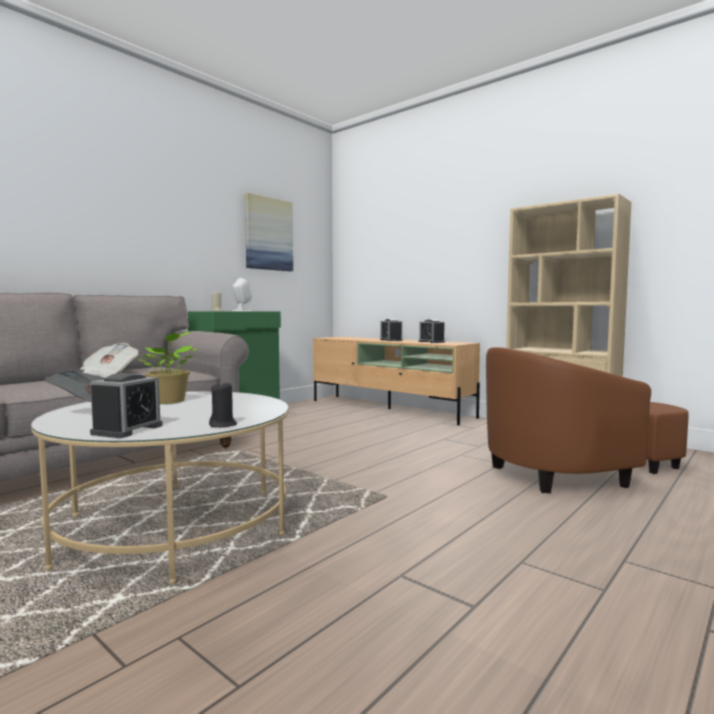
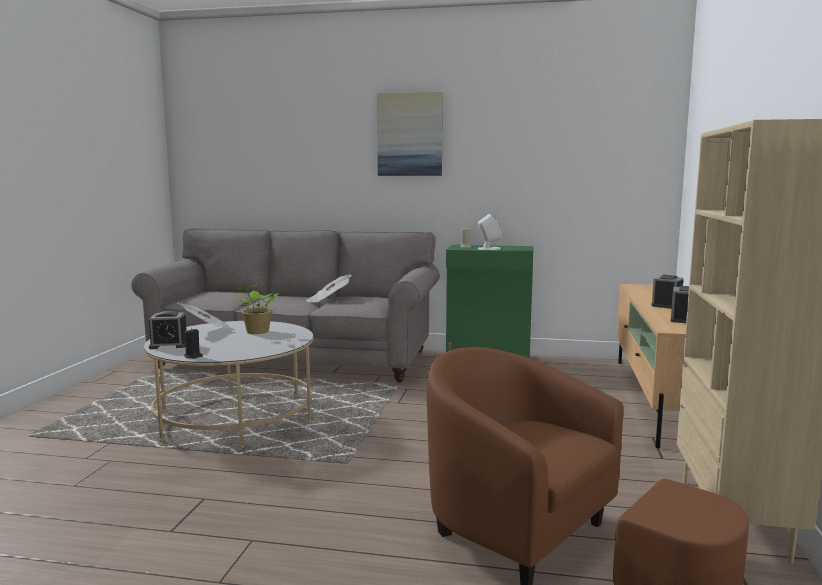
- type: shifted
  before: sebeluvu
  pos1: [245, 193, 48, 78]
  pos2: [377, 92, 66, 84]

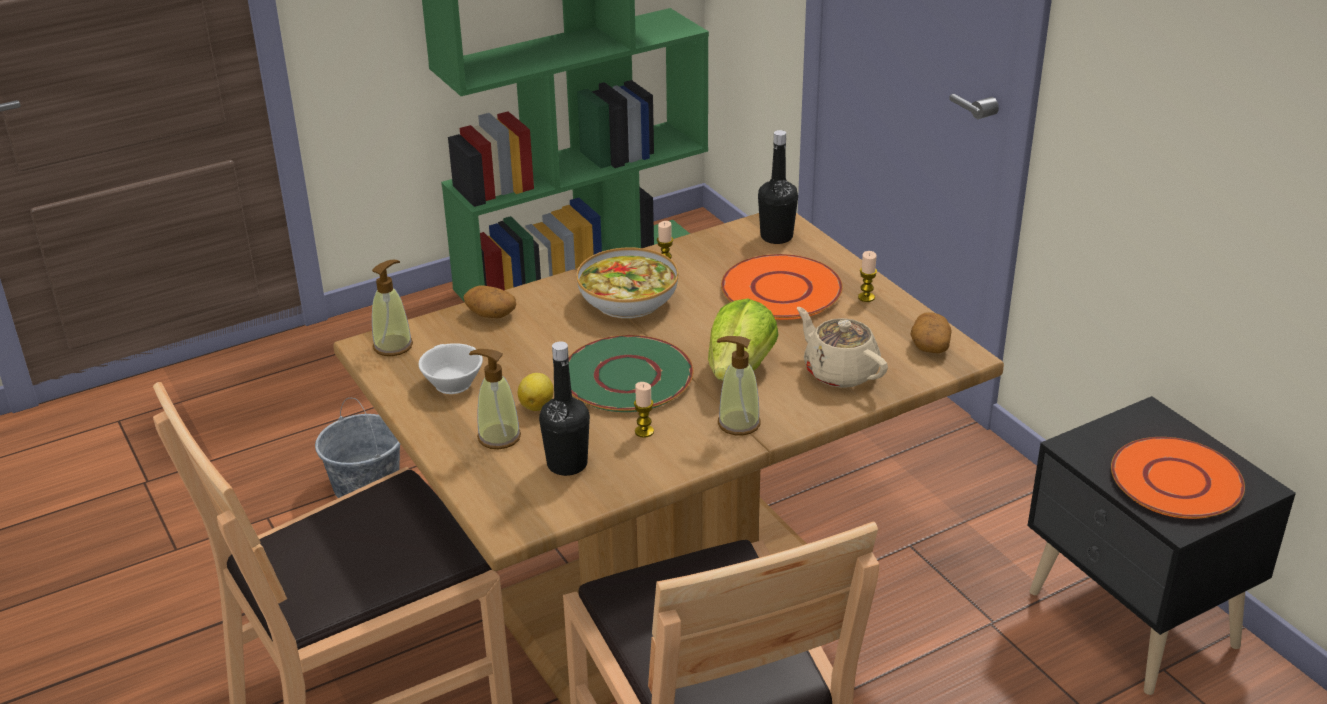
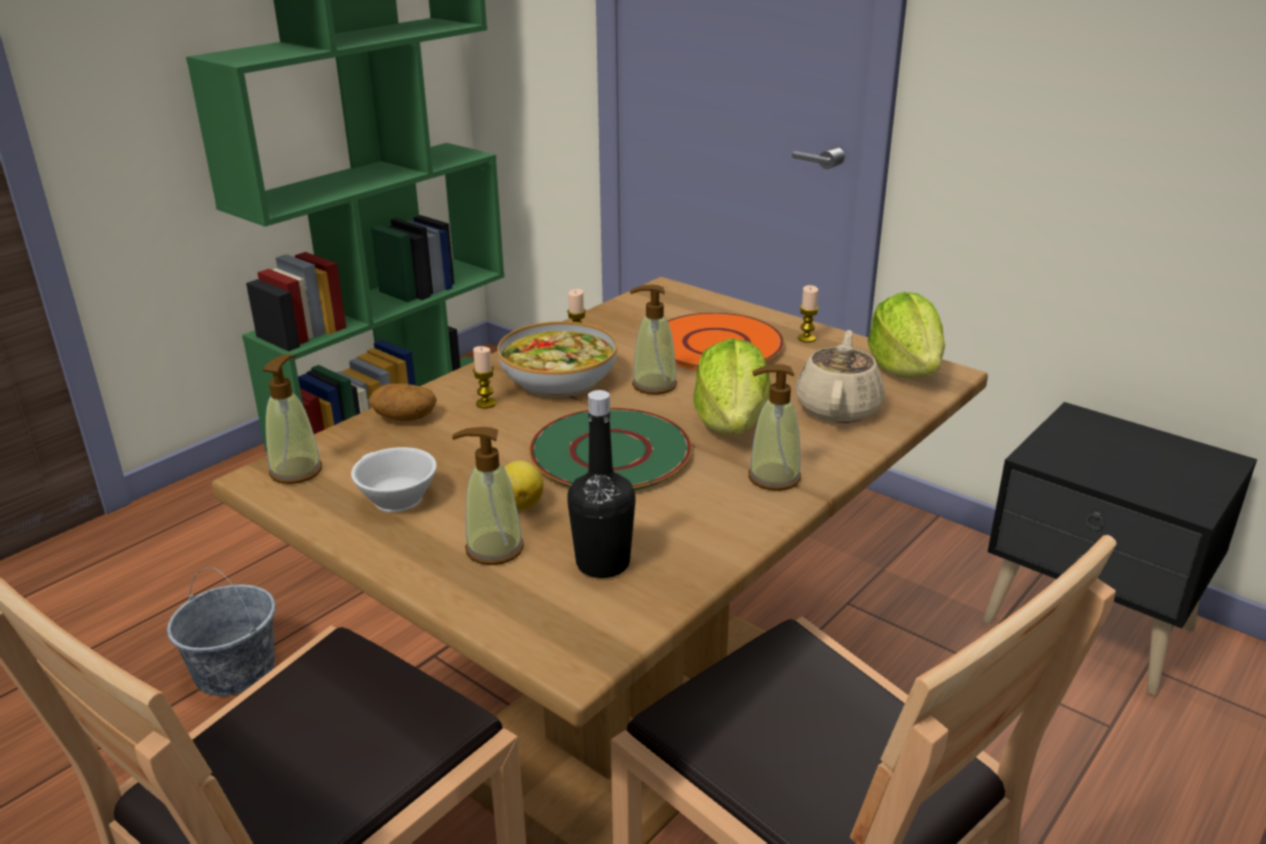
- type: shifted
  before: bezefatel
  pos1: [634, 382, 20, 56]
  pos2: [473, 346, 23, 63]
- type: new
  after: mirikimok
  pos2: [630, 285, 47, 110]
- type: rotated
  before: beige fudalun
  pos1: [797, 307, 91, 81]
  pos2: [796, 330, 89, 93]
  turn: 75
- type: swapped
  before: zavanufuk
  after: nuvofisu
  pos1: [910, 312, 42, 41]
  pos2: [868, 292, 77, 86]
- type: gone
  before: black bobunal
  pos1: [758, 130, 40, 114]
- type: gone
  before: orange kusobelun
  pos1: [1111, 437, 134, 82]

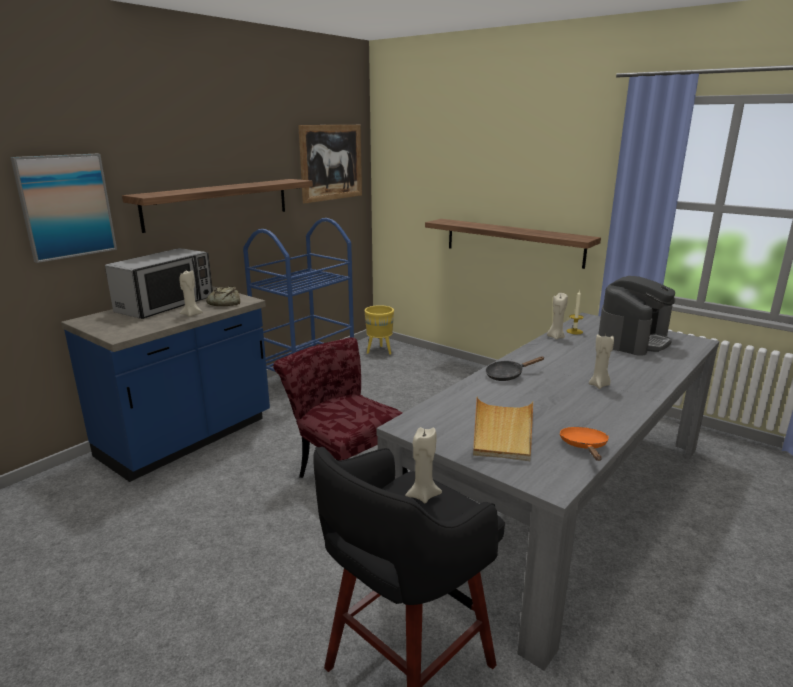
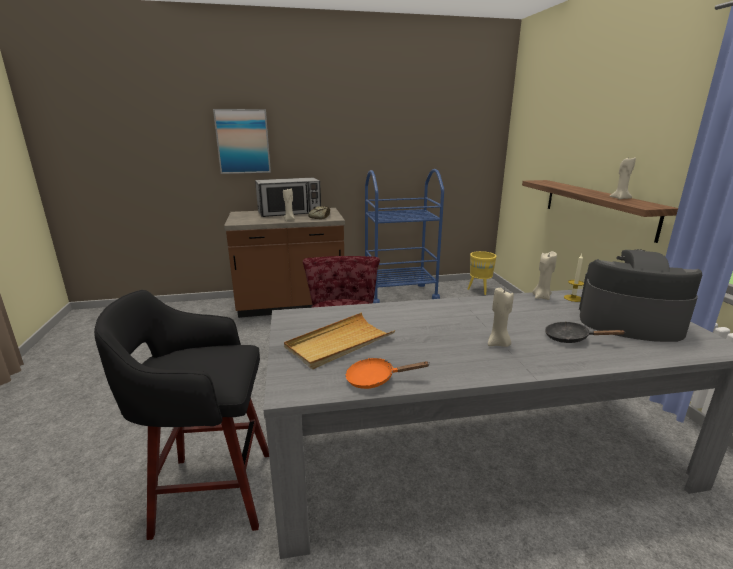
- type: repainted
  before: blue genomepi
  after: brown genomepi
  pos1: [61, 286, 209, 196]
  pos2: [224, 208, 121, 110]
- type: rotated
  before: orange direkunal
  pos1: [560, 427, 49, 34]
  pos2: [345, 358, 84, 31]
  turn: -135
- type: shifted
  before: black direkunal
  pos1: [485, 356, 60, 25]
  pos2: [545, 322, 81, 21]
- type: rotated
  before: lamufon
  pos1: [599, 276, 76, 80]
  pos2: [579, 249, 123, 93]
  turn: -150
- type: shifted
  before: beige bezefatel
  pos1: [405, 427, 37, 76]
  pos2: [610, 157, 26, 43]
- type: gone
  before: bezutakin
  pos1: [122, 179, 191, 54]
- type: gone
  before: sebeluvu
  pos1: [298, 125, 64, 78]

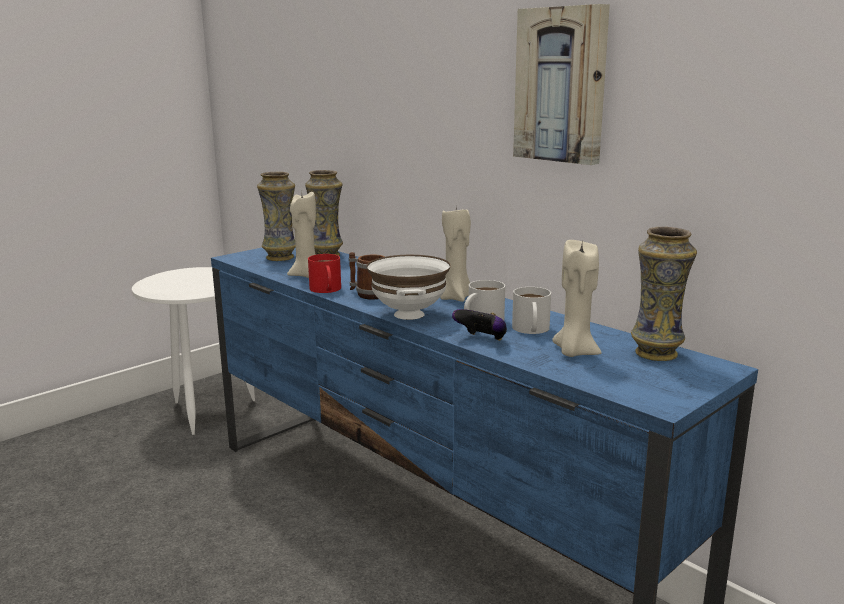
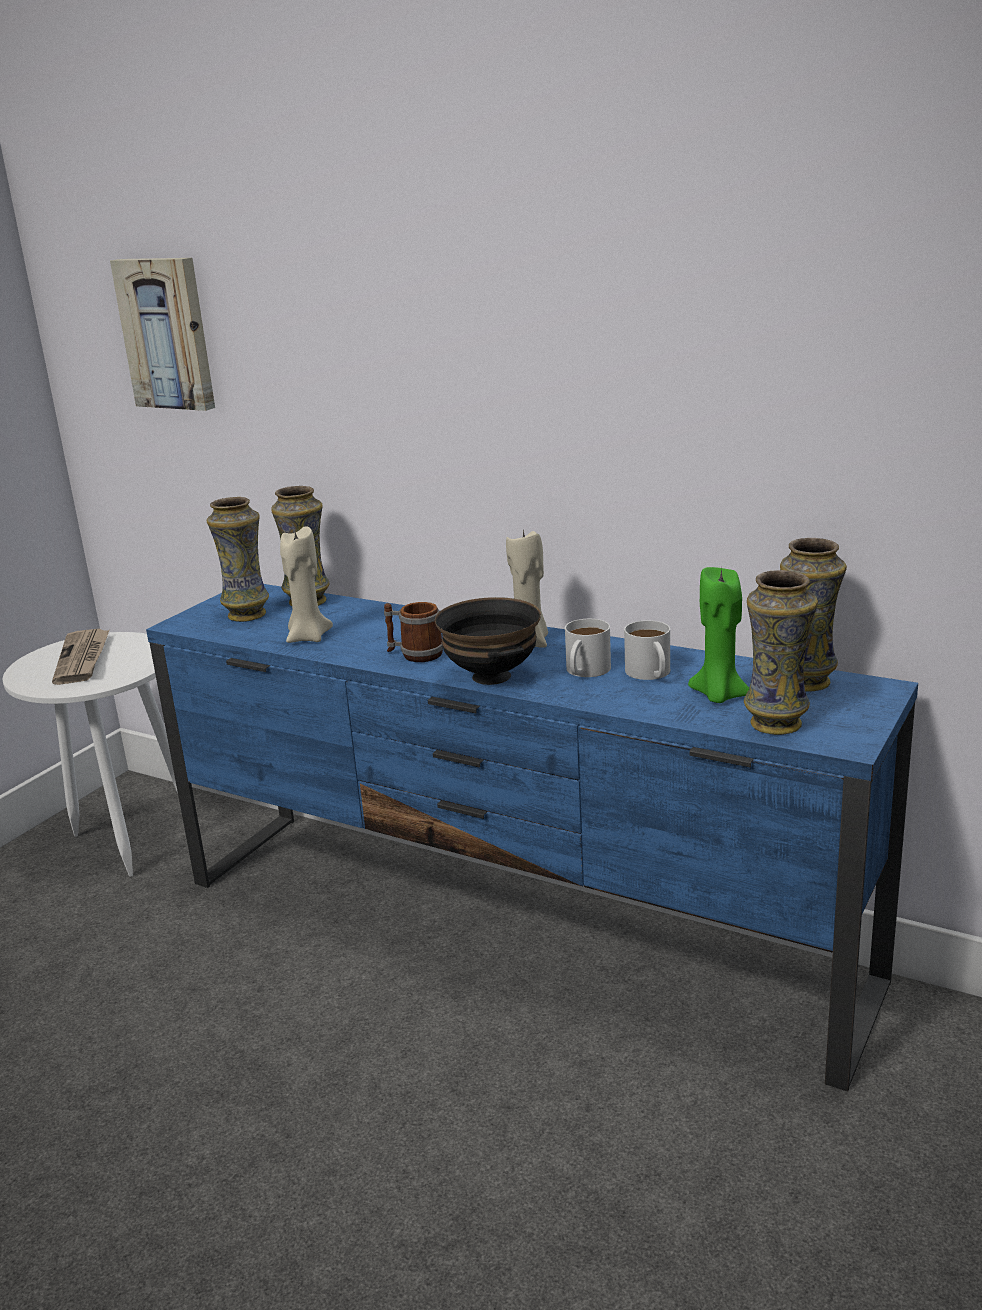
- type: new
  after: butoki
  pos2: [52, 629, 57, 56]
- type: shifted
  before: sebeluvu
  pos1: [513, 4, 97, 161]
  pos2: [110, 258, 105, 153]
- type: repainted
  before: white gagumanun
  after: black gagumanun
  pos1: [367, 255, 84, 65]
  pos2: [435, 597, 106, 88]
- type: repainted
  before: beige bezefatel
  after: green bezefatel
  pos1: [552, 240, 50, 117]
  pos2: [688, 567, 61, 136]
- type: new
  after: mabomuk
  pos2: [744, 570, 74, 165]
- type: gone
  before: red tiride
  pos1: [308, 254, 33, 39]
- type: gone
  before: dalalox
  pos1: [452, 309, 55, 32]

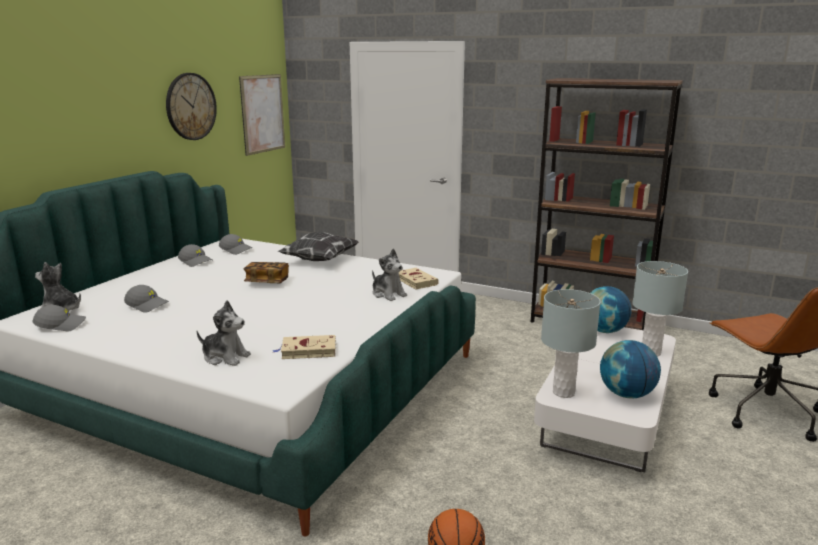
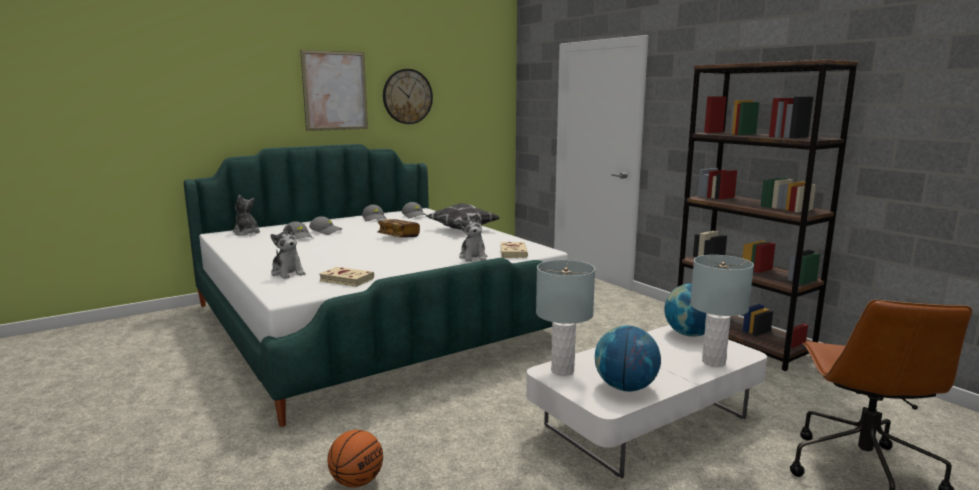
- type: shifted
  before: sebeluvu
  pos1: [239, 74, 46, 82]
  pos2: [300, 50, 68, 81]
- type: shifted
  before: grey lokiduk
  pos1: [32, 305, 54, 26]
  pos2: [309, 216, 34, 19]

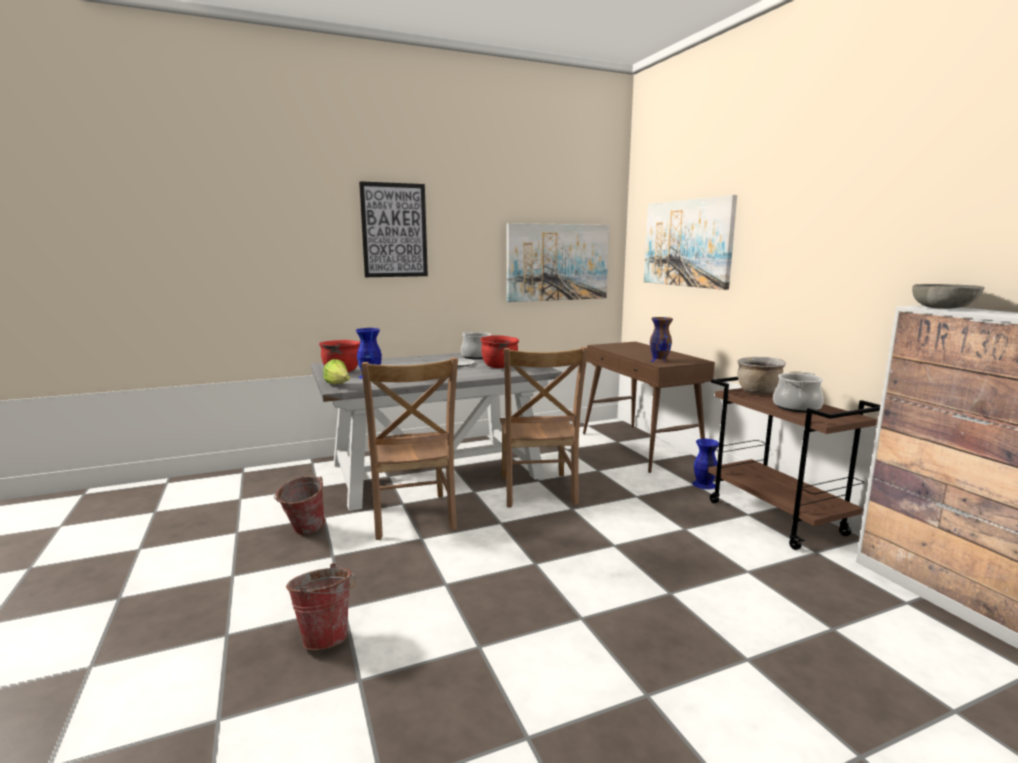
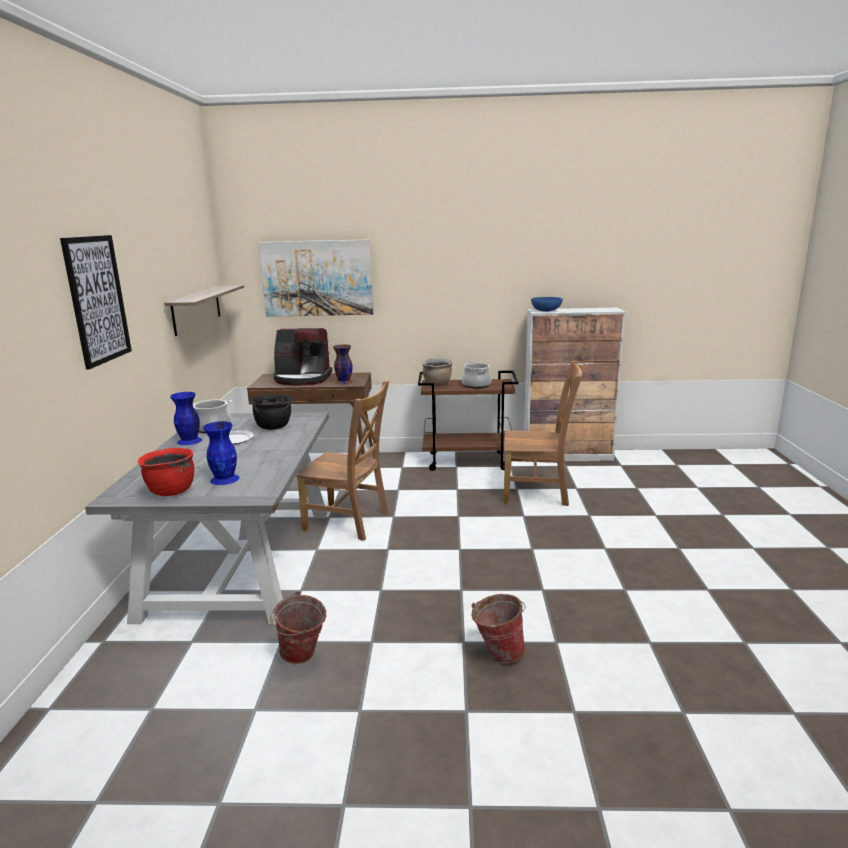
- type: swapped
  before: sebeluvu
  after: bezutakin
  pos1: [507, 223, 102, 79]
  pos2: [164, 285, 80, 51]
- type: shifted
  before: blue mabomuk
  pos1: [693, 439, 26, 50]
  pos2: [170, 392, 32, 53]
- type: repainted
  before: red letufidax
  after: black letufidax
  pos1: [480, 335, 39, 33]
  pos2: [250, 394, 42, 36]
- type: new
  after: lamufon
  pos2: [273, 328, 60, 58]
- type: shifted
  before: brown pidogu
  pos1: [361, 357, 97, 183]
  pos2: [504, 361, 78, 145]
- type: repainted
  before: grey gagumanun
  after: blue gagumanun
  pos1: [912, 284, 72, 25]
  pos2: [531, 297, 32, 15]
- type: gone
  before: nuvofisu
  pos1: [323, 359, 27, 25]

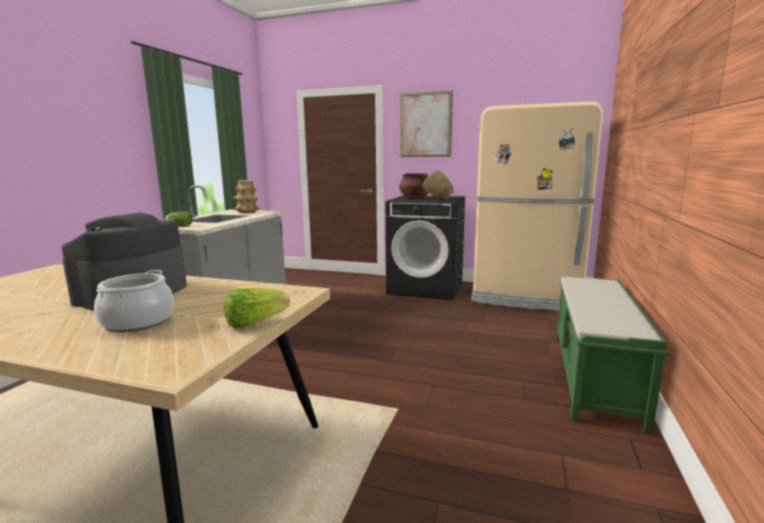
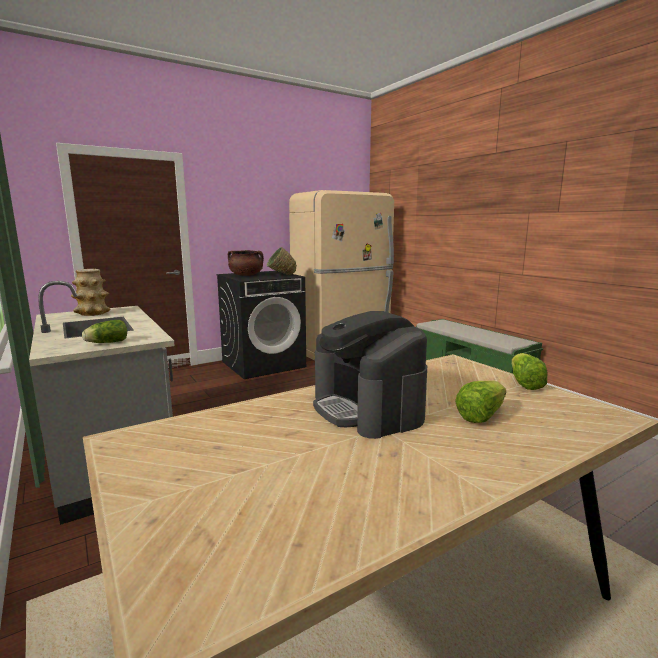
- type: swapped
  before: letufidax
  after: nuvofisu
  pos1: [94, 270, 80, 62]
  pos2: [455, 380, 51, 43]
- type: gone
  before: sebeluvu
  pos1: [400, 91, 53, 66]

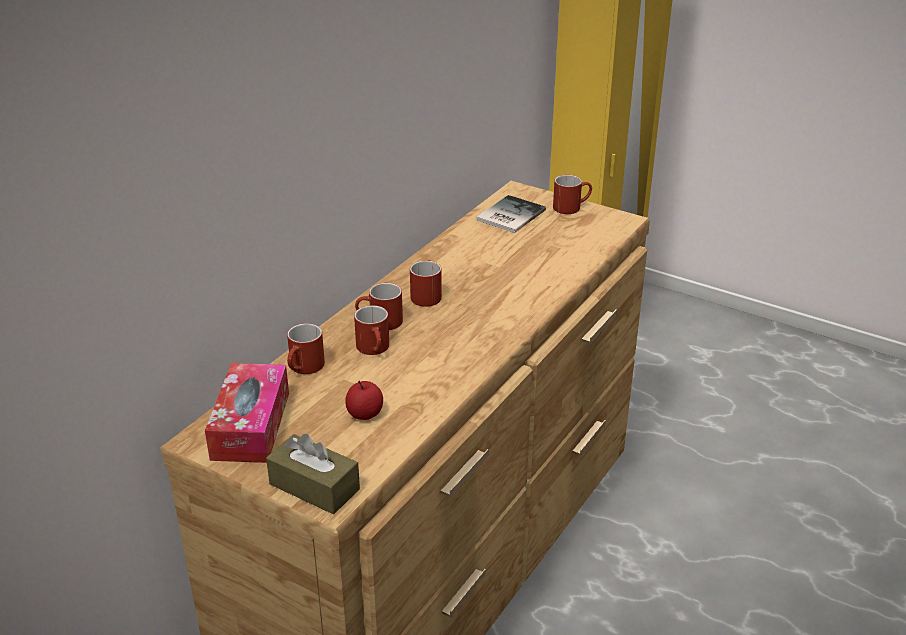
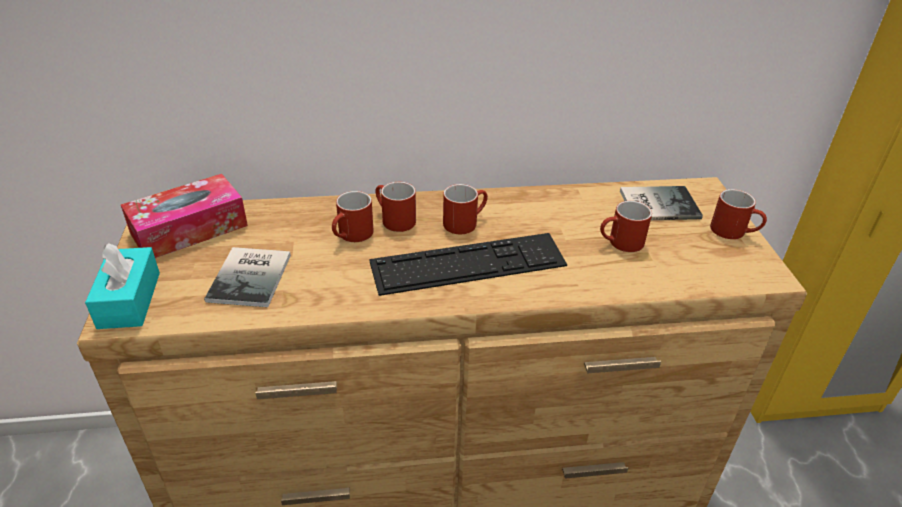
- type: repainted
  before: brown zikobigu
  after: turquoise zikobigu
  pos1: [266, 434, 94, 80]
  pos2: [85, 243, 75, 86]
- type: swapped
  before: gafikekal
  after: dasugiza
  pos1: [345, 381, 38, 39]
  pos2: [204, 247, 87, 60]
- type: new
  after: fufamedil
  pos2: [370, 233, 197, 63]
- type: shifted
  before: red tiride
  pos1: [287, 323, 38, 51]
  pos2: [600, 201, 52, 51]

